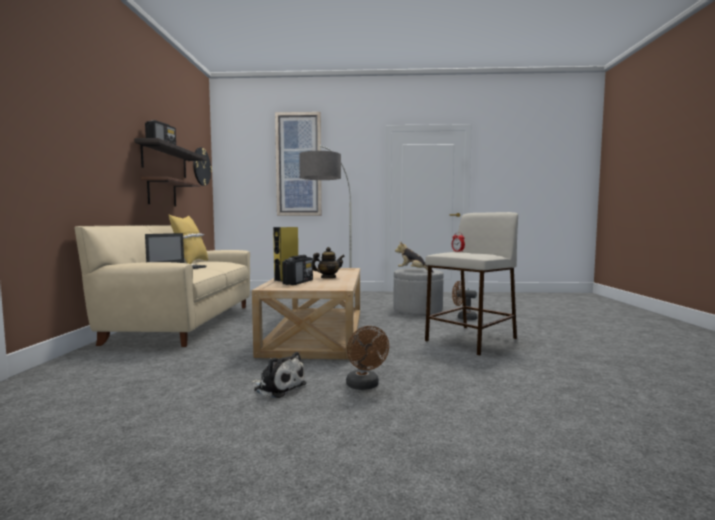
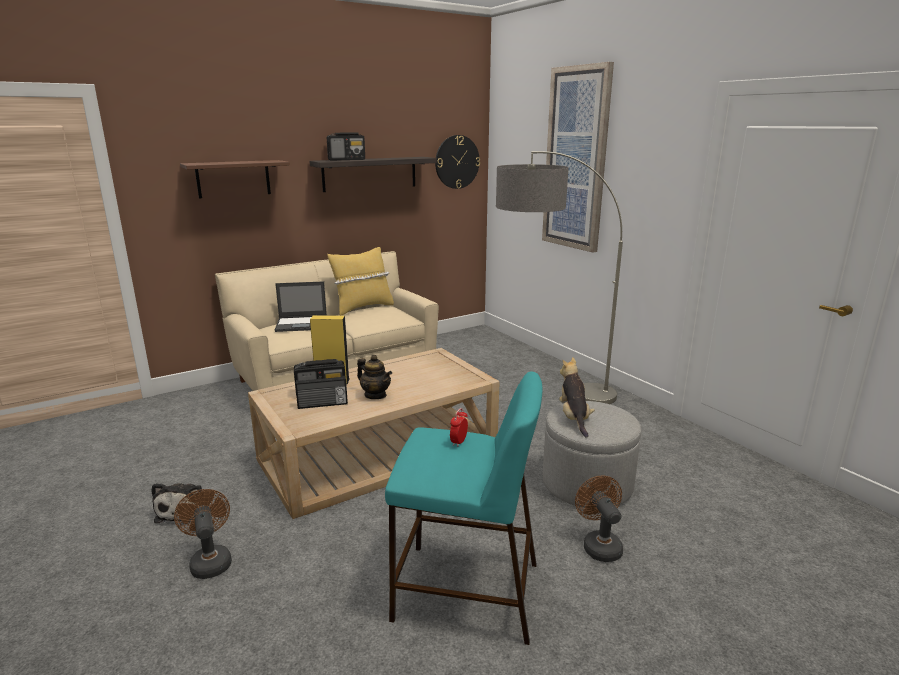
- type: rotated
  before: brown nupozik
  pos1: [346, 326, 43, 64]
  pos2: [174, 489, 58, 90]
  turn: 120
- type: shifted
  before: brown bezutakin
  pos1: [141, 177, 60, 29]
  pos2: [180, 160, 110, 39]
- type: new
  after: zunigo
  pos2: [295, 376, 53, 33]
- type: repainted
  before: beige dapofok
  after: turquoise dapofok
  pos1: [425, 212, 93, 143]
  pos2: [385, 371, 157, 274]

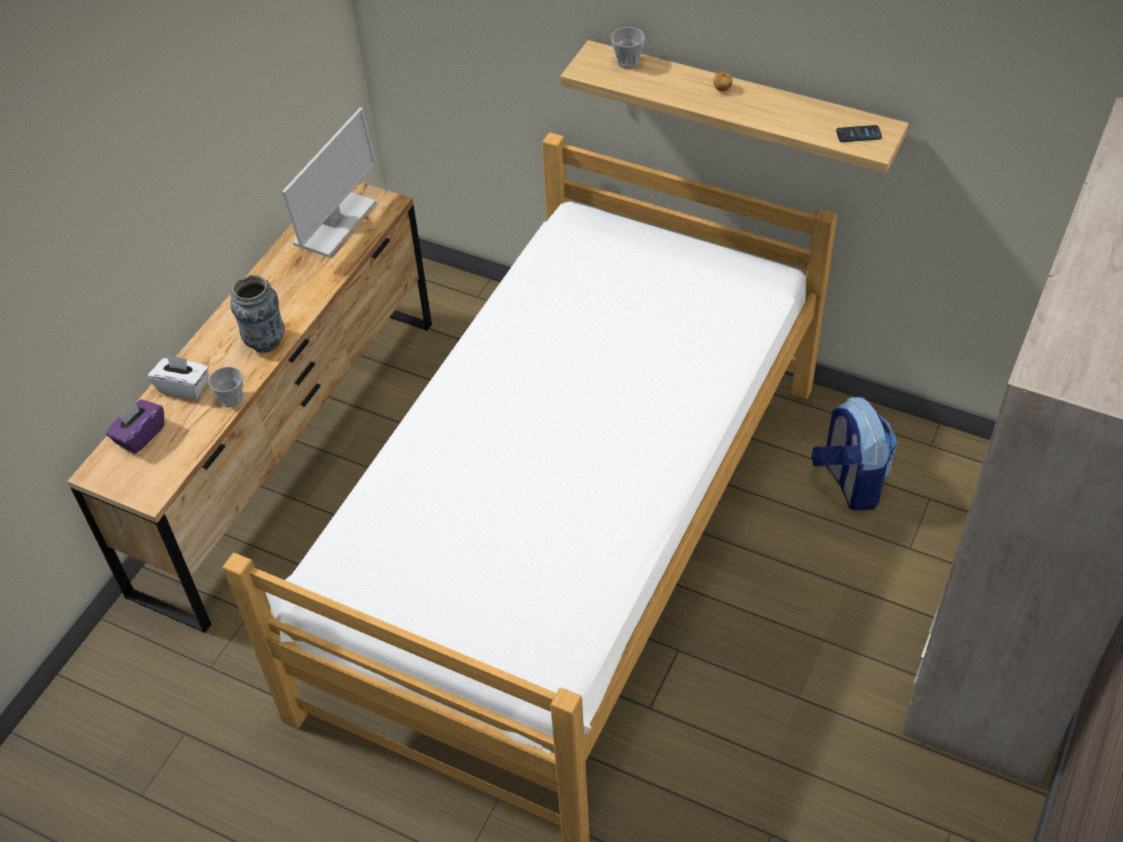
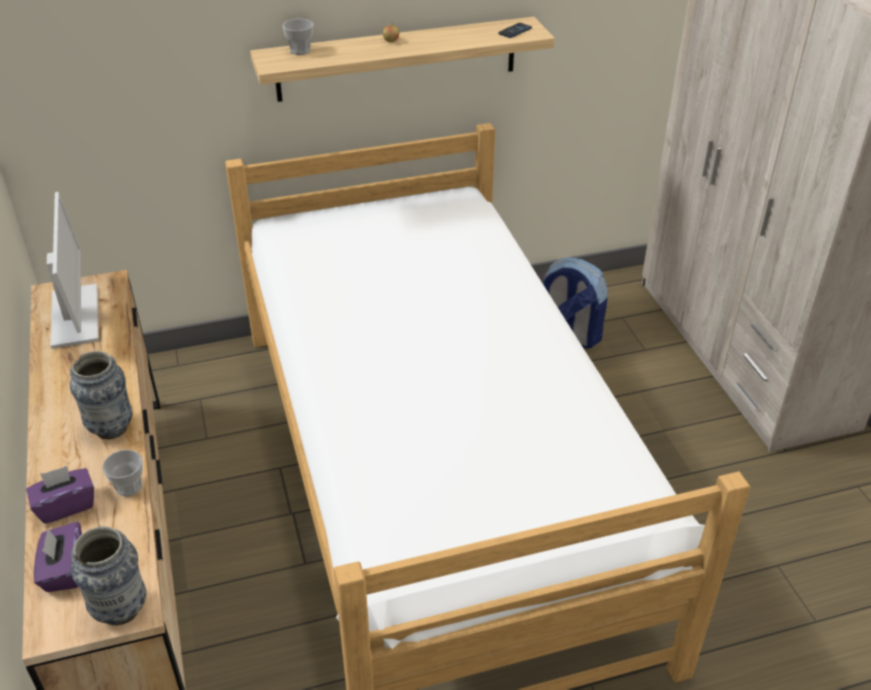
- type: repainted
  before: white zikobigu
  after: purple zikobigu
  pos1: [148, 354, 61, 45]
  pos2: [27, 466, 67, 58]
- type: new
  after: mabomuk
  pos2: [71, 526, 75, 100]

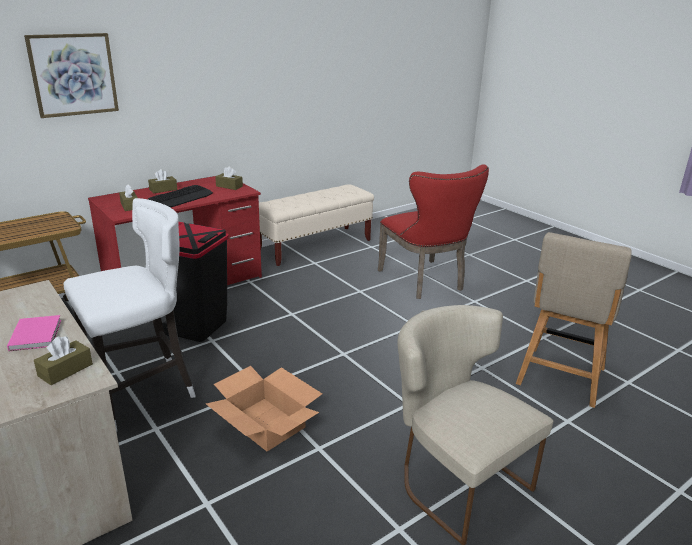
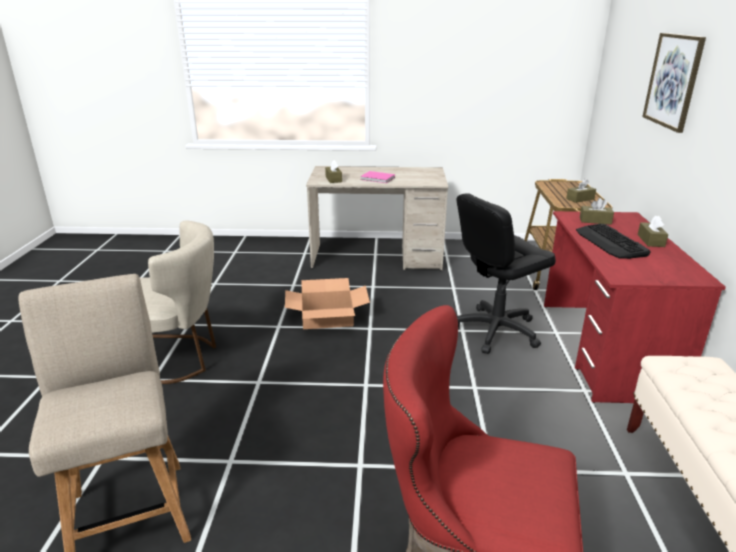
- type: swapped
  before: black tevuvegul
  after: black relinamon
  pos1: [162, 222, 67, 120]
  pos2: [456, 193, 100, 161]
- type: shifted
  before: brown zikobigu
  pos1: [215, 166, 28, 24]
  pos2: [566, 179, 30, 24]
- type: gone
  before: white dapofok
  pos1: [64, 198, 132, 234]

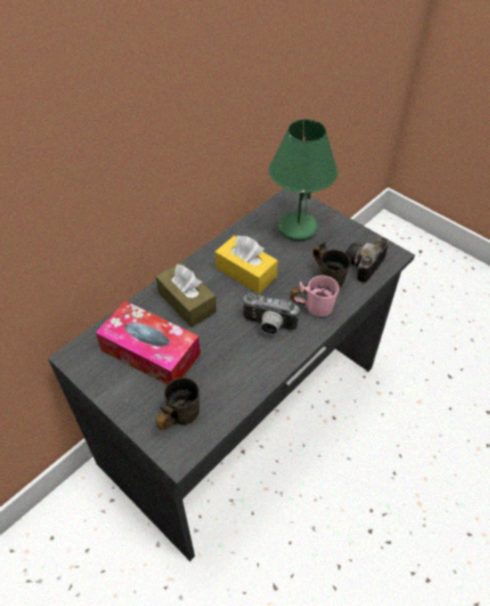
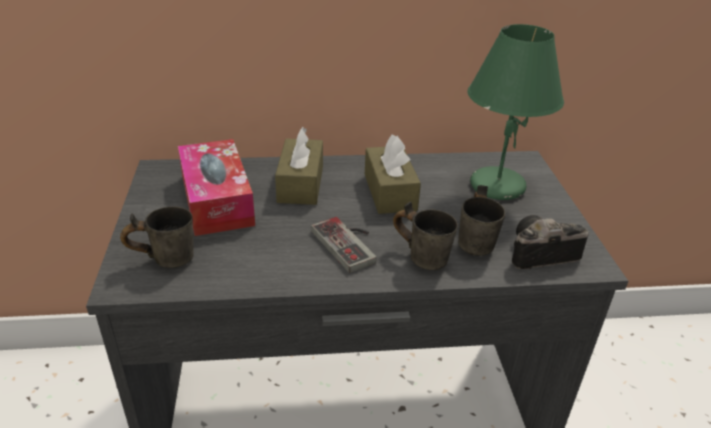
- type: swapped
  before: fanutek
  after: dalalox
  pos1: [242, 292, 57, 43]
  pos2: [311, 217, 66, 56]
- type: repainted
  before: yellow zikobigu
  after: brown zikobigu
  pos1: [215, 235, 63, 59]
  pos2: [365, 134, 56, 80]
- type: repainted
  before: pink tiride
  after: grey tiride
  pos1: [290, 276, 49, 41]
  pos2: [393, 202, 65, 68]

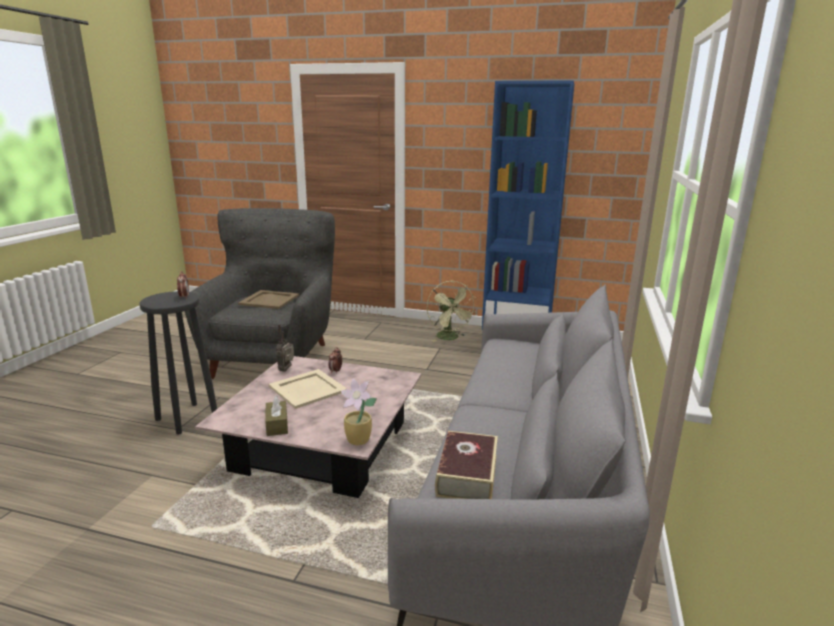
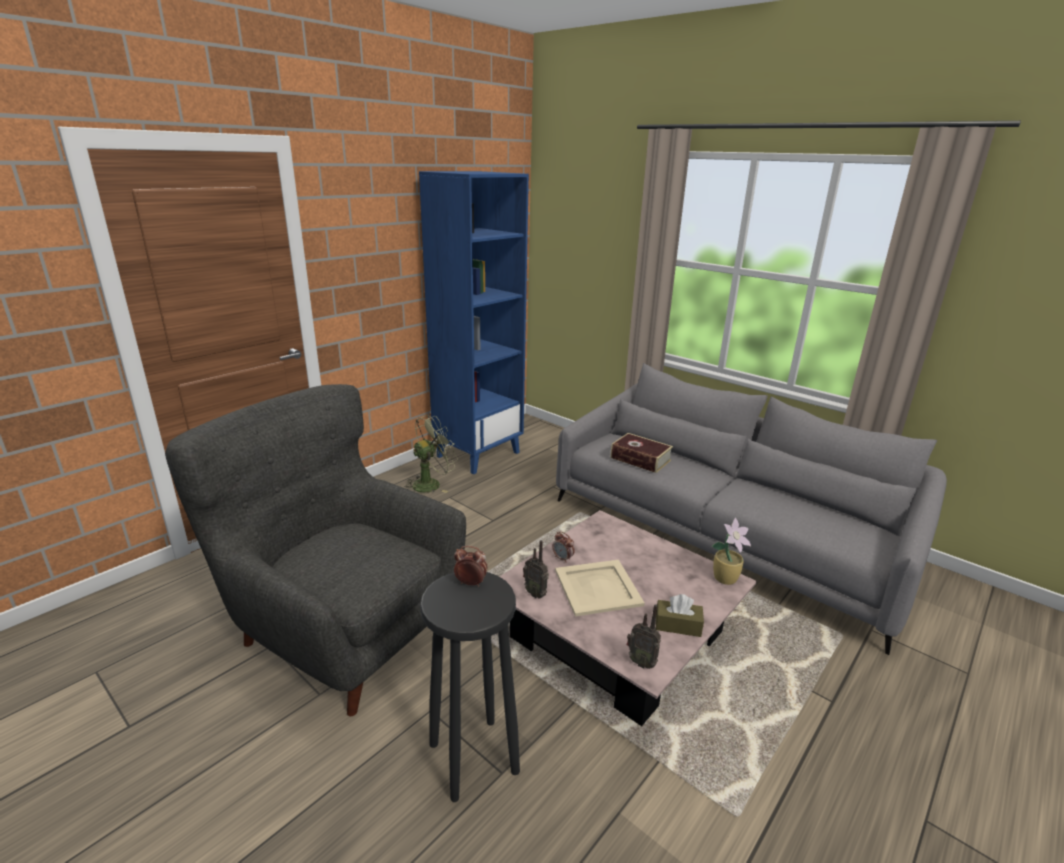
- type: rotated
  before: green nupozik
  pos1: [427, 281, 49, 61]
  pos2: [403, 415, 55, 78]
  turn: -45
- type: shifted
  before: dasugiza
  pos1: [435, 431, 63, 68]
  pos2: [611, 433, 62, 40]
- type: new
  after: zunigo
  pos2: [627, 605, 34, 64]
- type: gone
  before: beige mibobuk
  pos1: [238, 290, 61, 19]

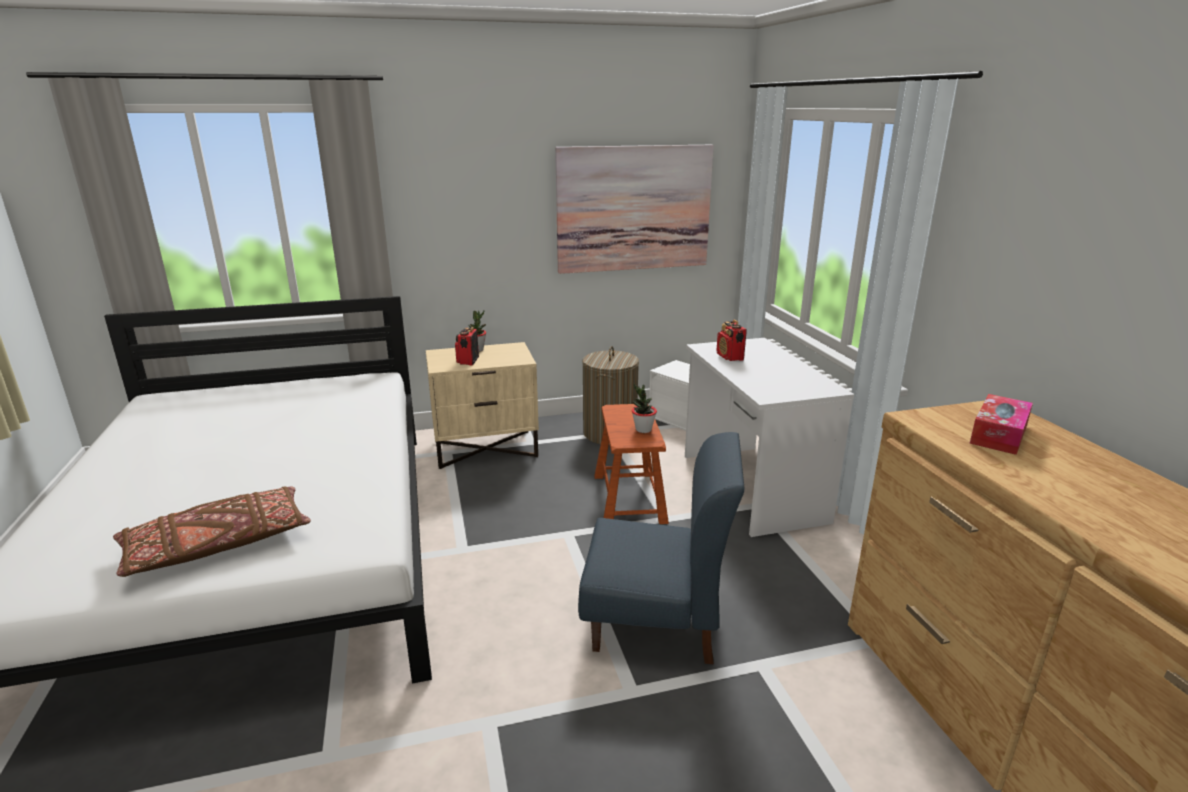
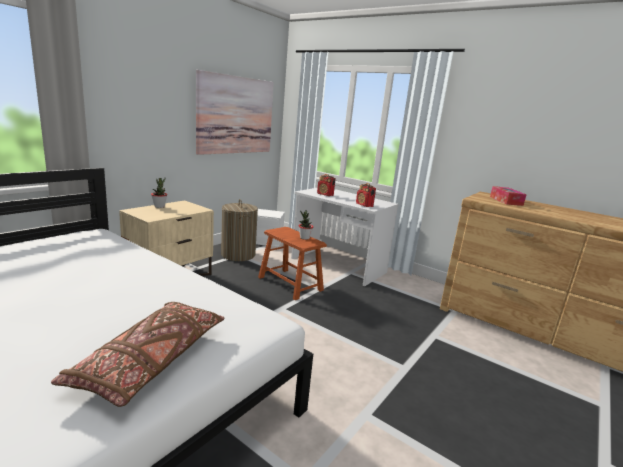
- type: shifted
  before: zunigo
  pos1: [455, 327, 24, 38]
  pos2: [356, 183, 20, 24]
- type: gone
  before: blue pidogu
  pos1: [578, 432, 166, 232]

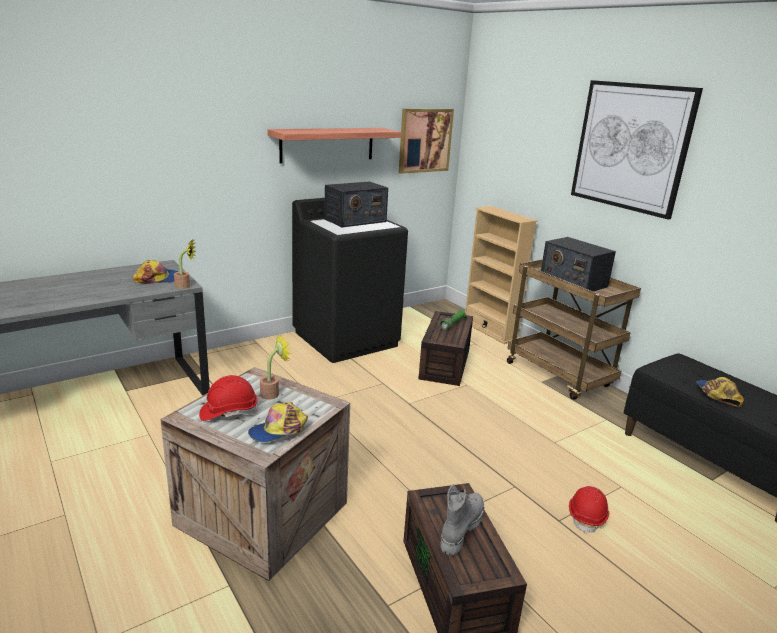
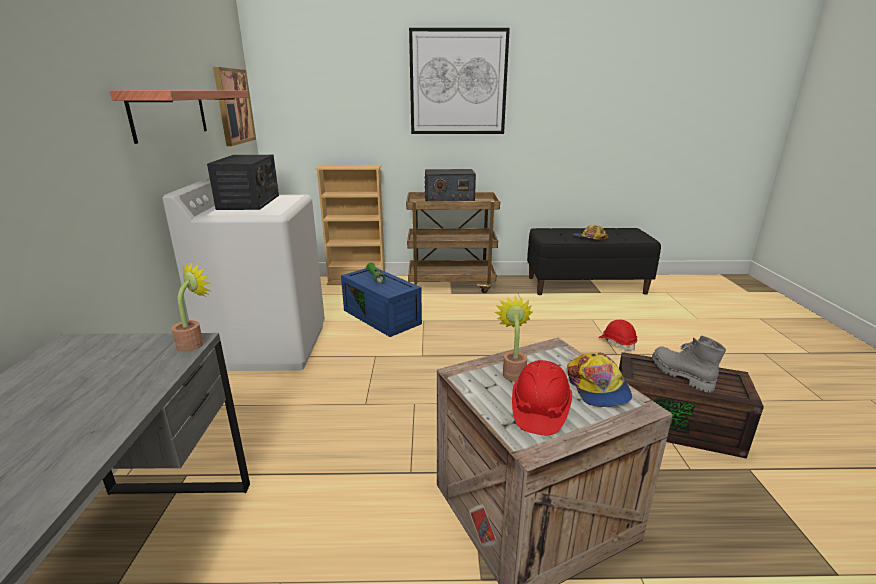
- type: repainted
  before: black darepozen
  after: white darepozen
  pos1: [292, 198, 116, 165]
  pos2: [162, 177, 163, 194]
- type: repainted
  before: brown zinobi
  after: blue zinobi
  pos1: [418, 311, 55, 75]
  pos2: [341, 268, 81, 69]
- type: gone
  before: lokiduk
  pos1: [133, 260, 45, 24]

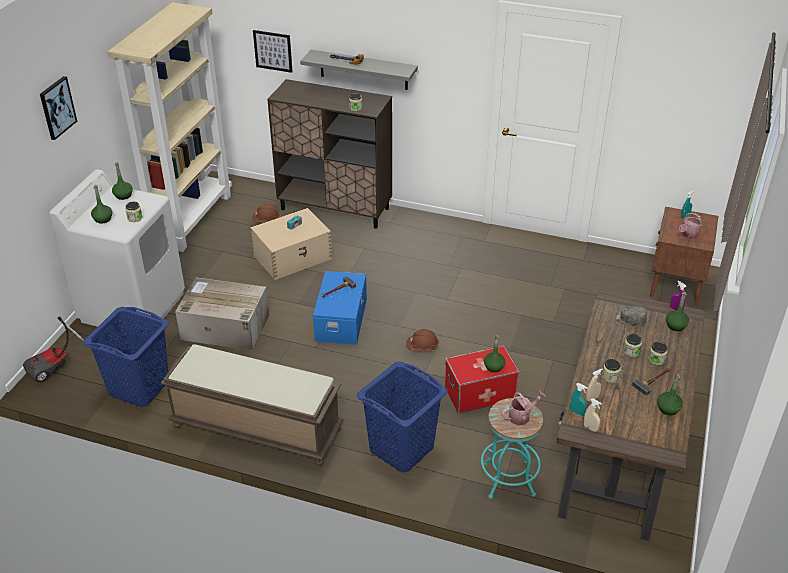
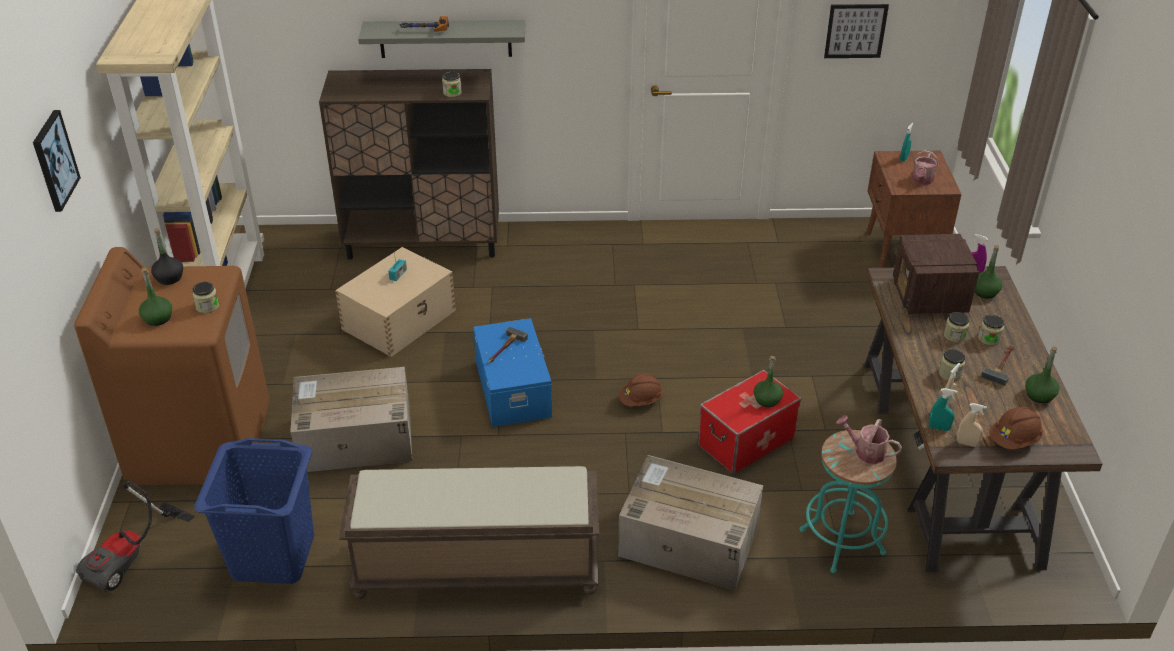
- type: repainted
  before: white darepozen
  after: brown darepozen
  pos1: [49, 169, 136, 158]
  pos2: [74, 247, 195, 238]
- type: repainted
  before: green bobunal
  after: black bobunal
  pos1: [112, 162, 21, 38]
  pos2: [151, 228, 32, 57]
- type: swapped
  before: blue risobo
  after: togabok
  pos1: [357, 362, 91, 111]
  pos2: [618, 455, 145, 135]
- type: shifted
  before: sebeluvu
  pos1: [253, 30, 40, 43]
  pos2: [824, 4, 65, 54]
- type: rotated
  before: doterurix
  pos1: [502, 390, 44, 35]
  pos2: [836, 416, 66, 48]
  turn: -105
- type: swapped
  before: grey lokiduk
  after: zunigo
  pos1: [614, 306, 33, 20]
  pos2: [893, 234, 86, 80]
- type: shifted
  before: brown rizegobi
  pos1: [252, 204, 28, 18]
  pos2: [989, 407, 54, 43]

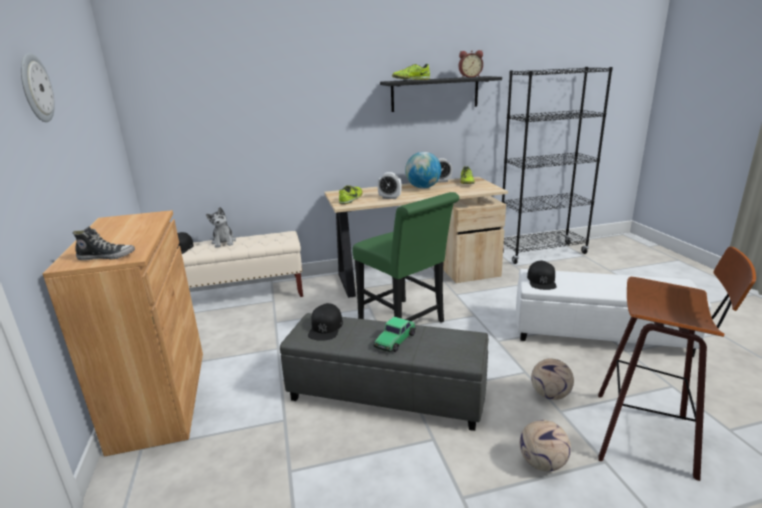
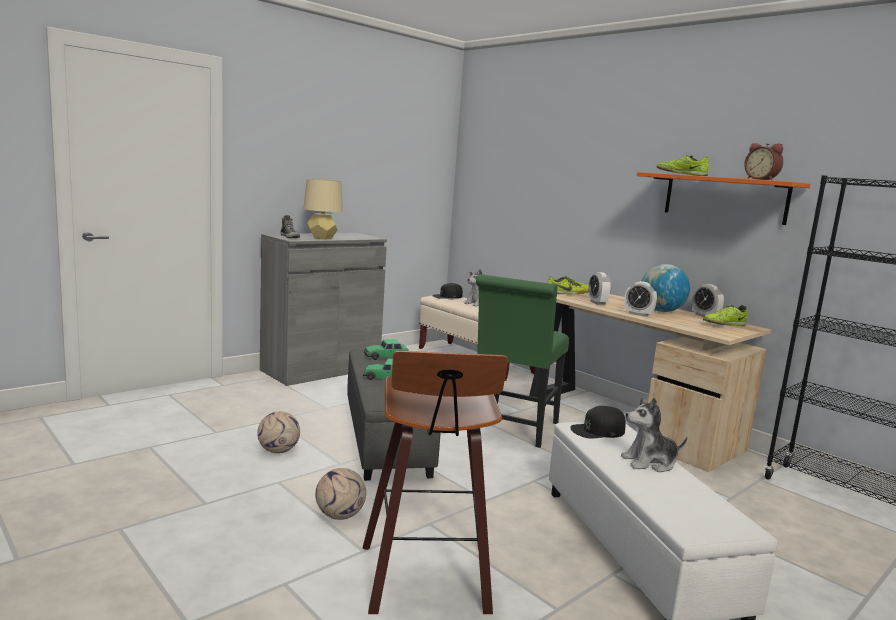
- type: shifted
  before: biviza
  pos1: [531, 358, 43, 42]
  pos2: [257, 411, 43, 43]
- type: repainted
  before: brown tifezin
  after: grey tifezin
  pos1: [42, 210, 161, 247]
  pos2: [260, 233, 127, 153]
- type: new
  after: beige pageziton
  pos2: [303, 179, 40, 60]
- type: swapped
  before: black lokiduk
  after: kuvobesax
  pos1: [308, 303, 35, 38]
  pos2: [364, 339, 45, 21]
- type: new
  after: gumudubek
  pos2: [621, 398, 67, 74]
- type: new
  after: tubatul
  pos2: [624, 281, 33, 36]
- type: repainted
  before: black bezutakin
  after: orange bezutakin
  pos1: [380, 76, 122, 36]
  pos2: [637, 172, 174, 53]
- type: gone
  before: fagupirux
  pos1: [21, 53, 34, 69]

